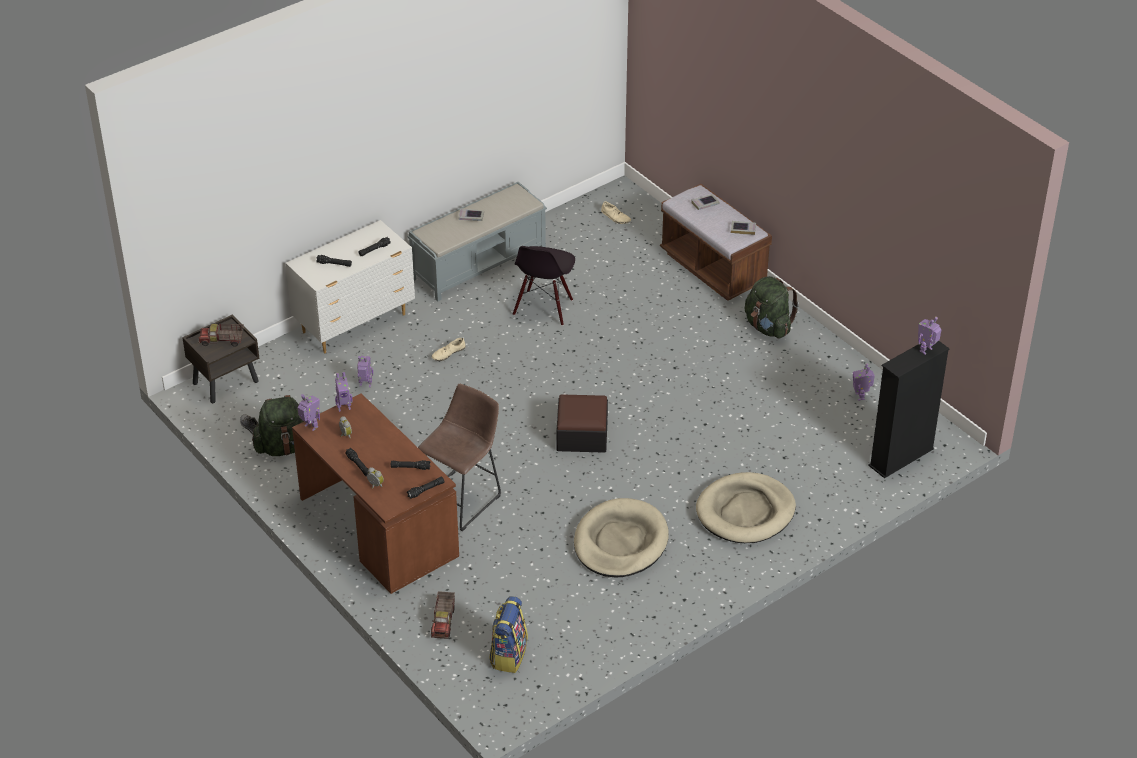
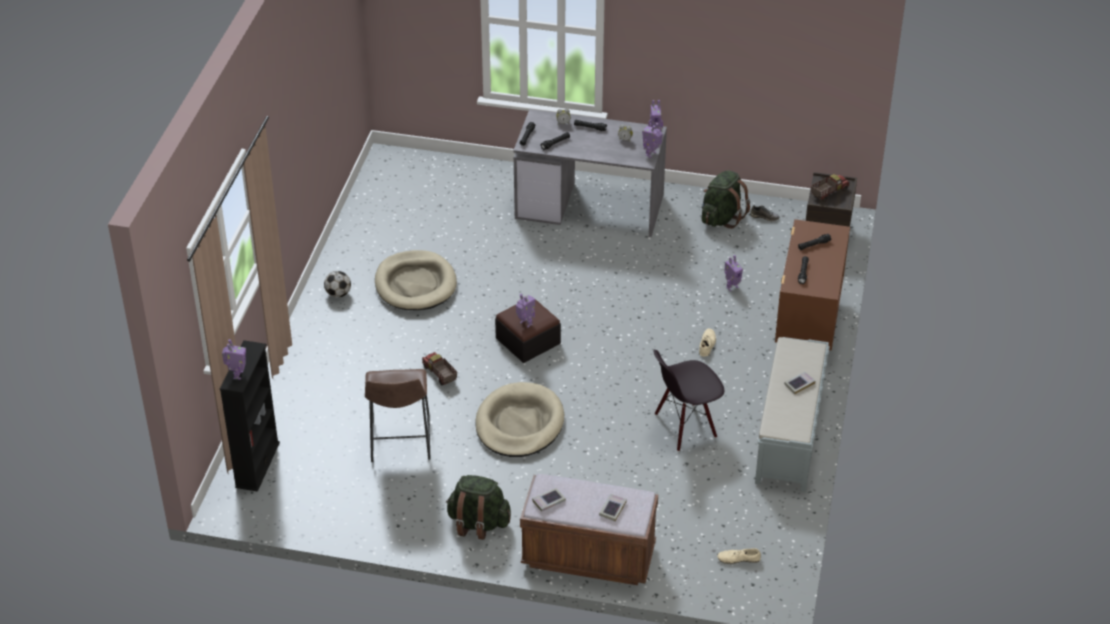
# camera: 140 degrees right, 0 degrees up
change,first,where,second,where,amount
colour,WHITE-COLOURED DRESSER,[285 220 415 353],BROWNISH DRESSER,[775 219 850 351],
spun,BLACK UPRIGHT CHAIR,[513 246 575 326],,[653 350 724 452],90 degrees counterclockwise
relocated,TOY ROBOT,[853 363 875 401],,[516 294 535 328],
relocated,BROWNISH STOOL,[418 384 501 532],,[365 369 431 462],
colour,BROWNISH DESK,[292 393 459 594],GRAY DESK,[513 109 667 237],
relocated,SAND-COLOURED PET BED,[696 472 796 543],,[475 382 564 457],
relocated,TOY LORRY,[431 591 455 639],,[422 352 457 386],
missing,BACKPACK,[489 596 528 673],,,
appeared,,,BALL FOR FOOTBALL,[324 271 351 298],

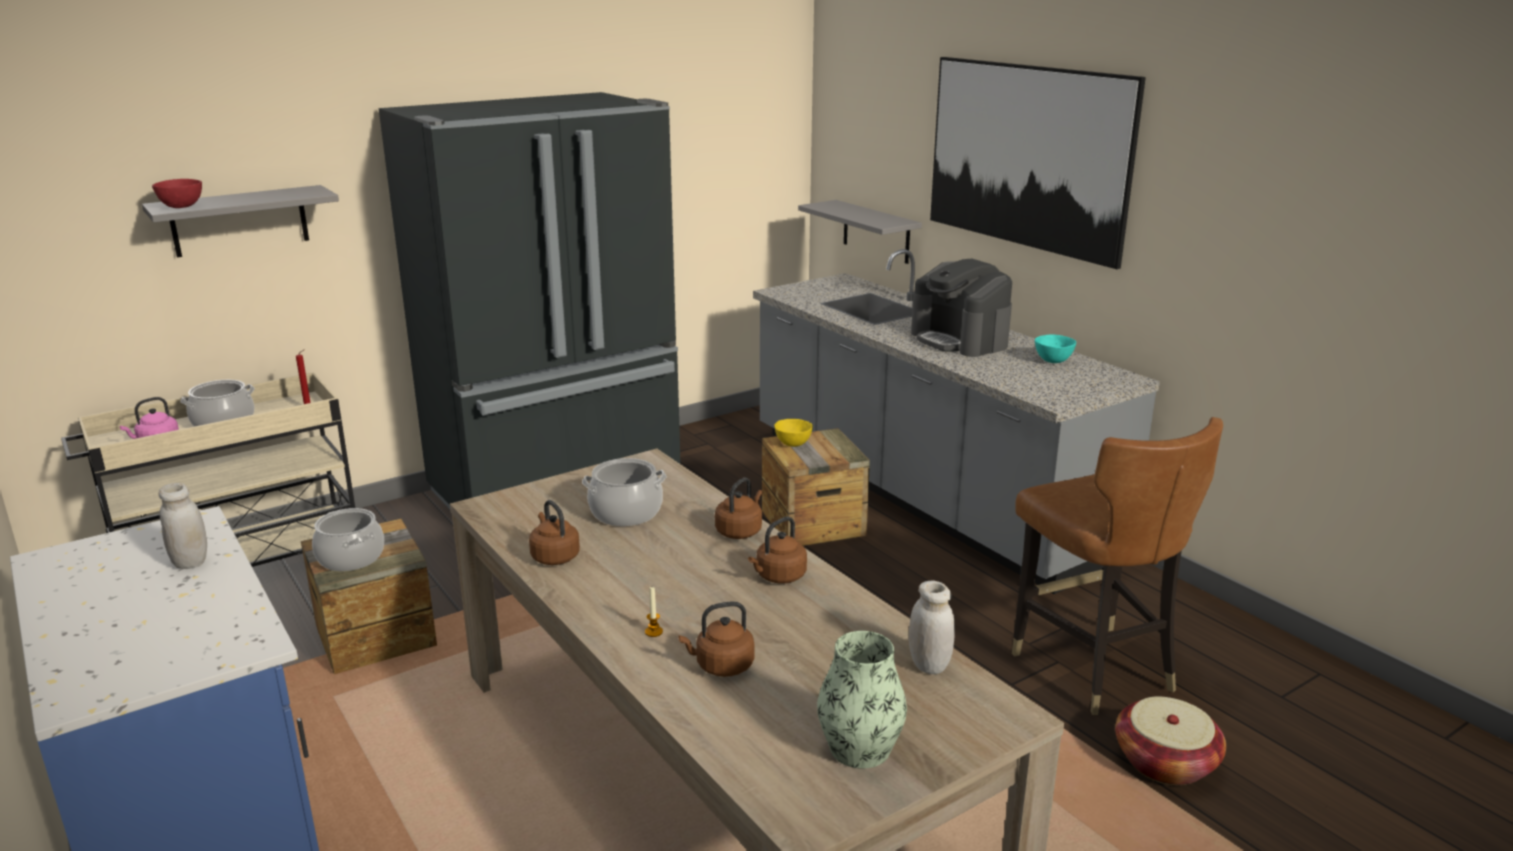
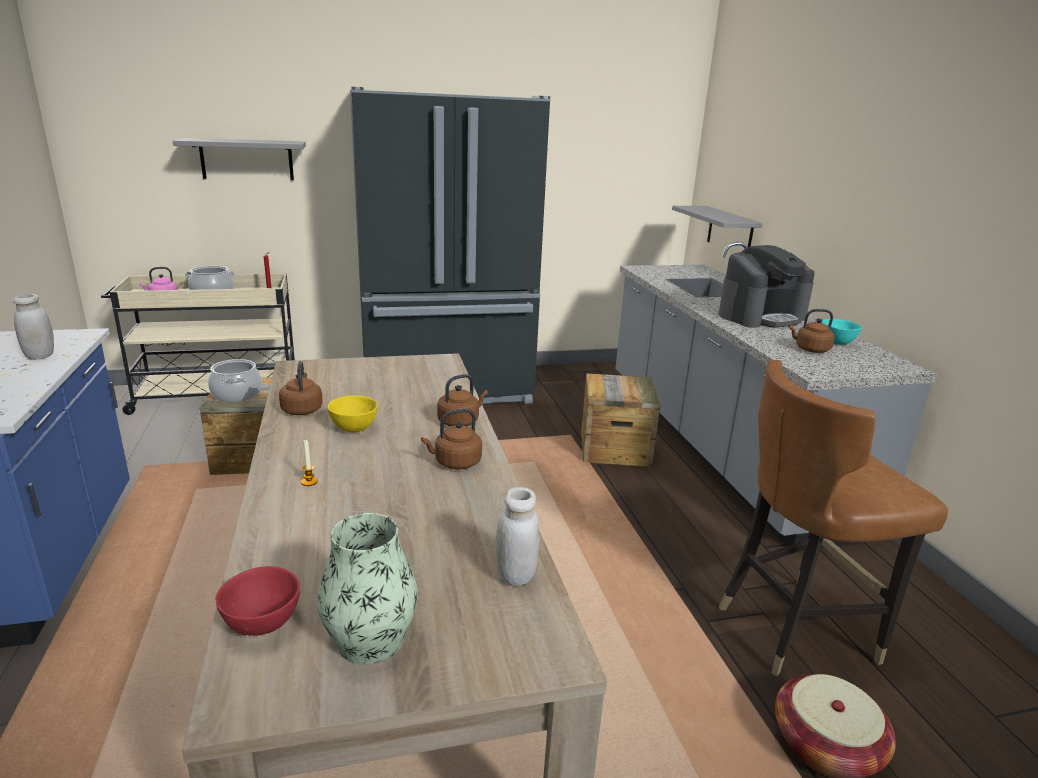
# camera: 20 degrees right, 0 degrees up
change,first,where,second,where,amount
missing,WALL ART,[930 57 1146 269],,,
relocated,RED-COLOURED BOWL,[152 179 202 208],,[215 566 300 636],
spun,COFFEE MACHINE,[911 259 1012 357],,[719 245 815 328],105 degrees counterclockwise
spun,BROWNISH UPRIGHT CHAIR,[1012 417 1223 715],,[719 360 948 677],75 degrees clockwise
relocated,YELLOWISH BOWL,[774 419 813 447],,[327 395 378 432],
missing,SAUCEPOT,[582 458 666 526],,,
relocated,BROWNISH KETTLE,[679 601 754 677],,[788 309 835 353],

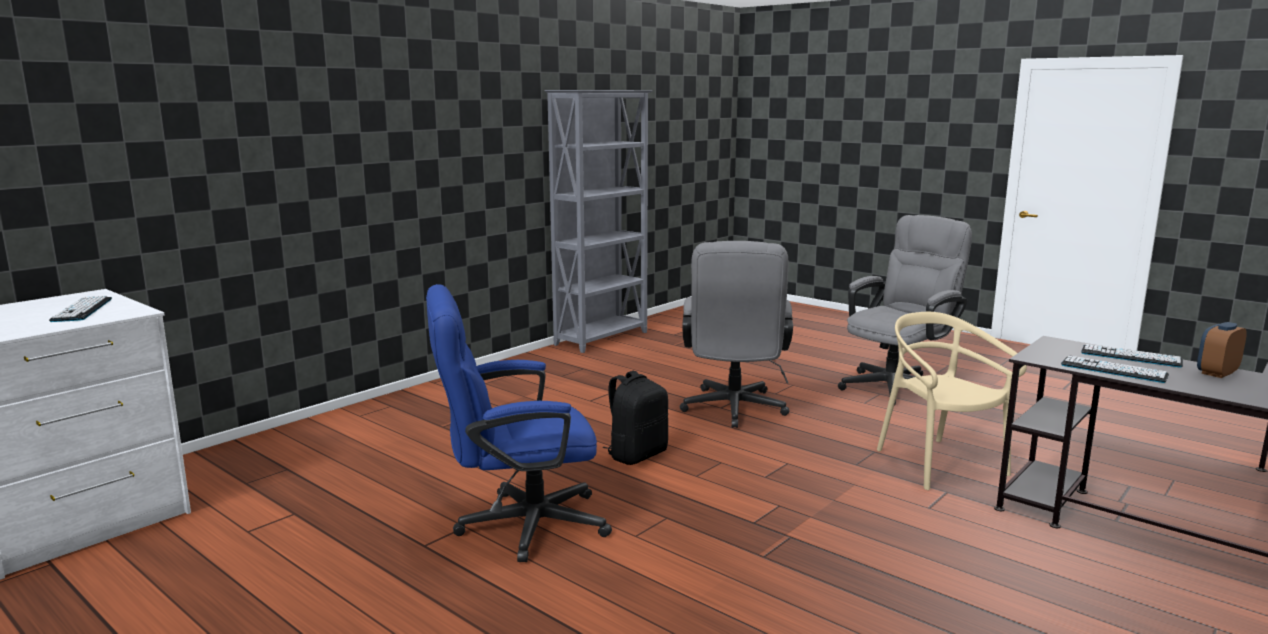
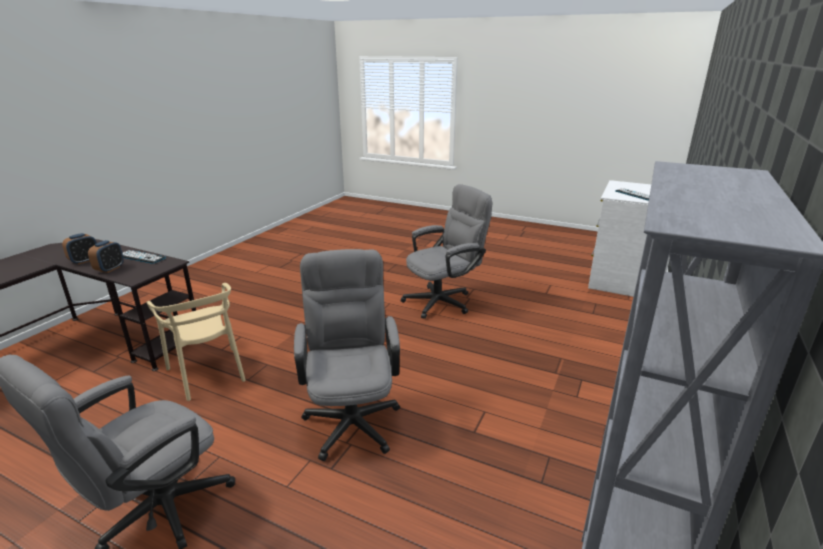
# camera: 165 degrees right, 10 degrees up
change,first,where,second,where,amount
colour,BLUISH OFFICE CHAIR,[426 284 612 562],GRAY OFFICE CHAIR,[401 184 492 319],
exchanged,COMPUTER KEYBOARD,[1081 344 1183 368],BEDSIDE CLOCK,[88 240 124 273],
missing,BLACK BACKPACK,[603 371 668 465],,,

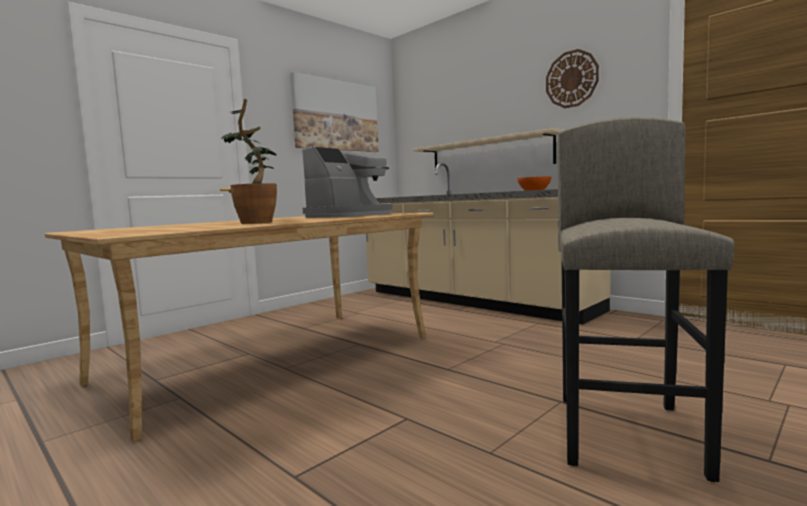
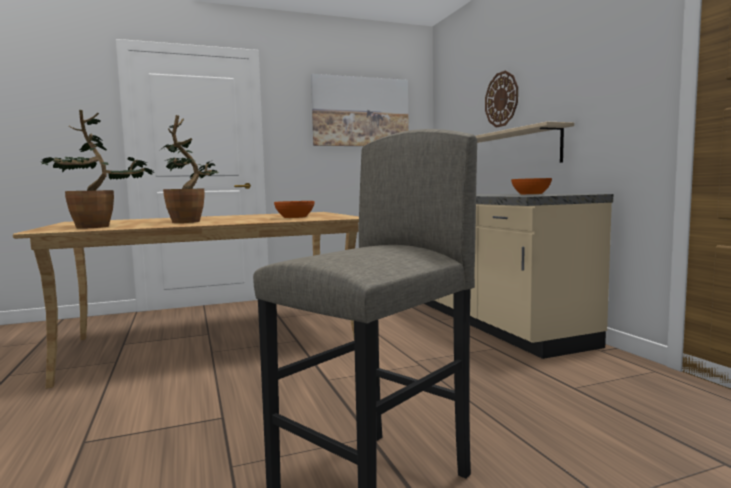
# camera: 25 degrees right, 0 degrees up
change,first,where,second,where,amount
relocated,HANGING CLOCK,[546 49 599 108],,[485 71 518 128],
exchanged,COFFEE MACHINE,[302 147 393 218],ORANGE-COLOURED BOWL,[274 201 315 218],
appeared,,,HOUSEPLANT,[41 110 154 229],

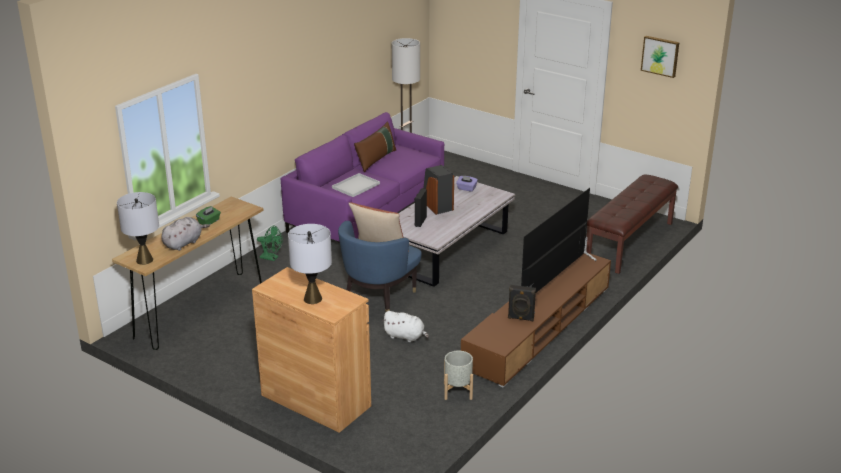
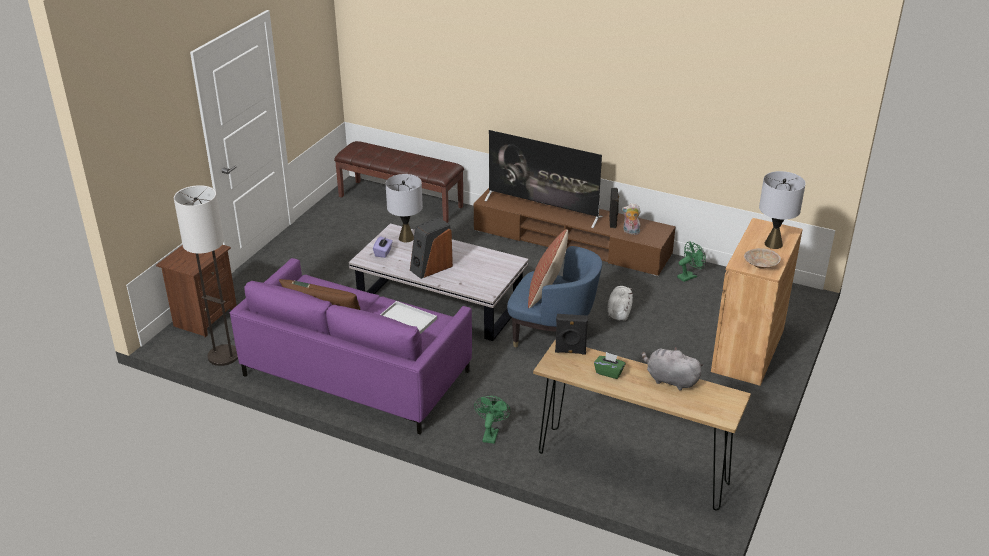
# camera: 100 degrees left, 5 degrees up
change,first,where,second,where,amount
missing,WALL ART,[641 36 679 78],,,
relocated,BLACK AUDIO SPEAKER,[414 188 427 227],,[555 314 588 355],
relocated,GRAY TABLE LAMP,[117 192 159 265],,[386 174 423 242],
exchanged,GRAY PLANTER,[444 351 473 400],GREEN-COLOURED ELECTRIC FAN,[677 242 706 282],
appeared,,,SOFT TOY,[622 203 641 236],
appeared,,,BROWNISH NIGHTSTAND,[156 245 237 337],
appeared,,,SAND-COLOURED BOWL,[744 248 781 269],

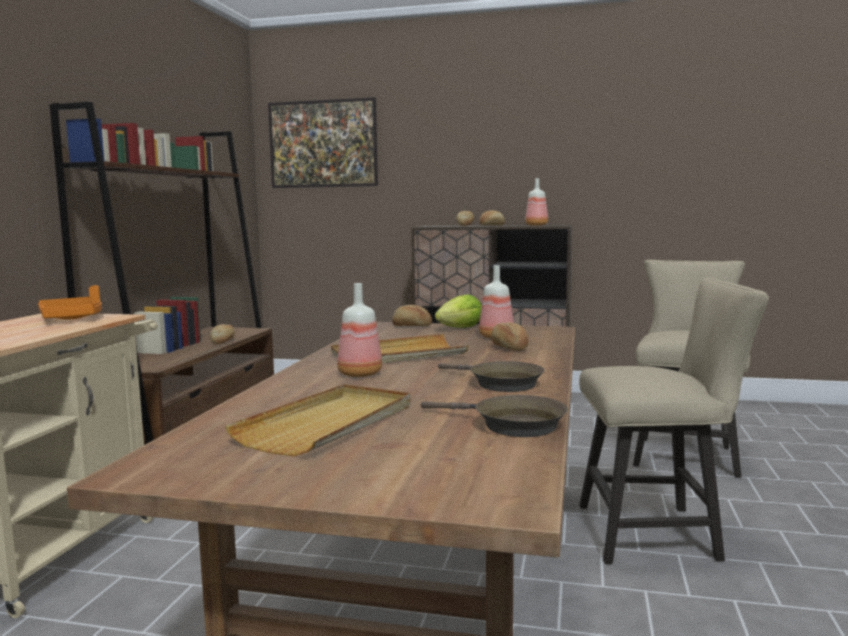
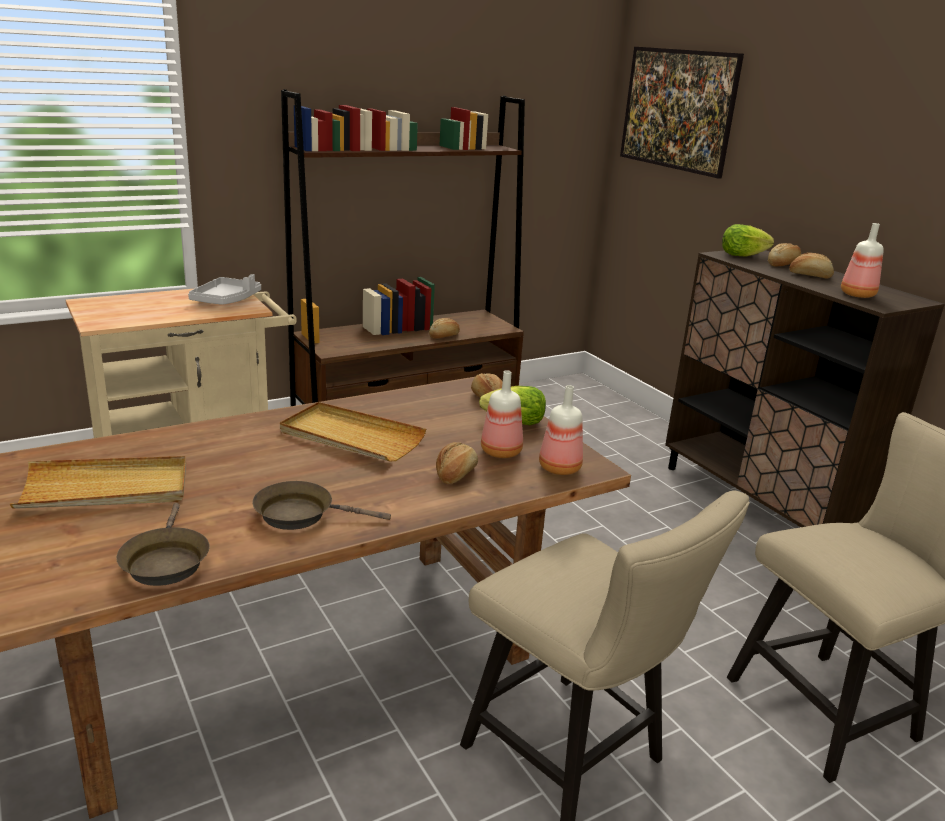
# camera: 45 degrees right, 15 degrees up
change,first,where,second,where,amount
relocated,BOTTLE,[337 283 382 377],,[539 385 583 475],
colour,ORANGE-COLOURED TRAY,[38 285 102 320],GRAY TRAY,[188 274 261 305],
spun,BROWNISH PAN,[438 361 545 392],,[252 481 391 530],90 degrees clockwise
appeared,,,LETTUCE,[722 224 774 256],

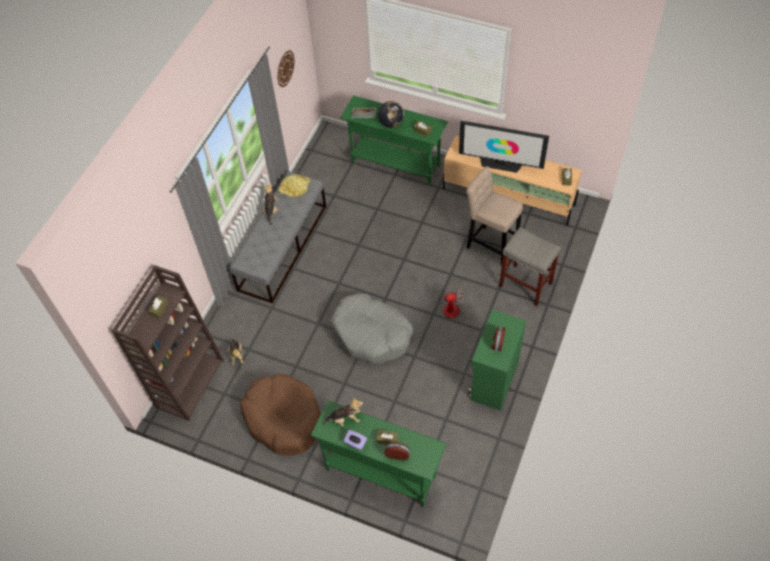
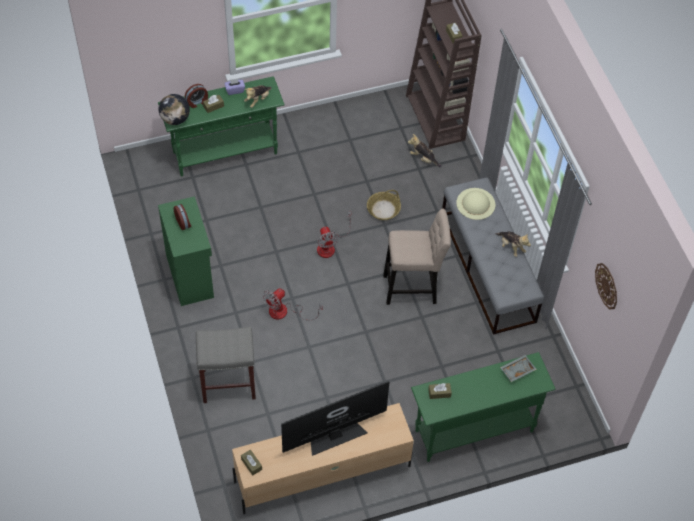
# camera: 135 degrees right, 0 degrees up
change,first,where,second,where,amount
relocated,GLOBE,[378 101 404 128],,[159 94 190 125],
relocated,SAND-COLOURED STOOL,[466 166 523 266],,[383 209 451 305],
missing,YELLOWISH TRAY,[279 174 310 197],,,
exchanged,GRAY PET BED,[331 293 413 364],ELECTRIC FAN,[317 211 352 258],
missing,BROWNISH PET BED,[240 374 321 455],,,
appeared,,,SAND-COLOURED WEARABLE HAT,[456 188 495 220],
appeared,,,HOUSEHOLD BASKET,[367 190 401 220],

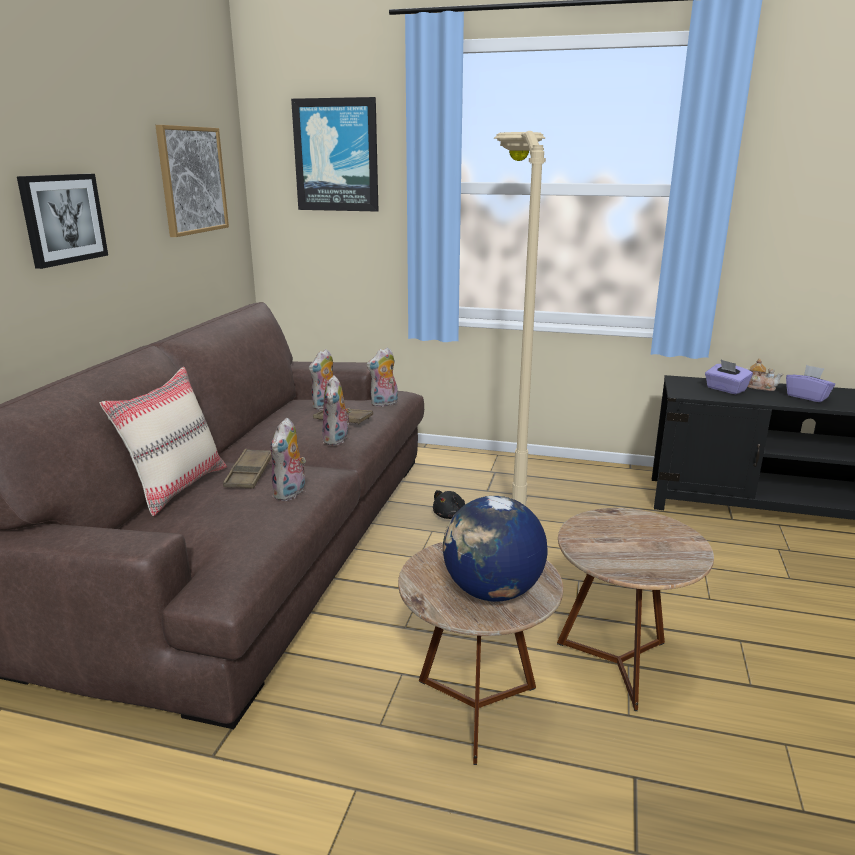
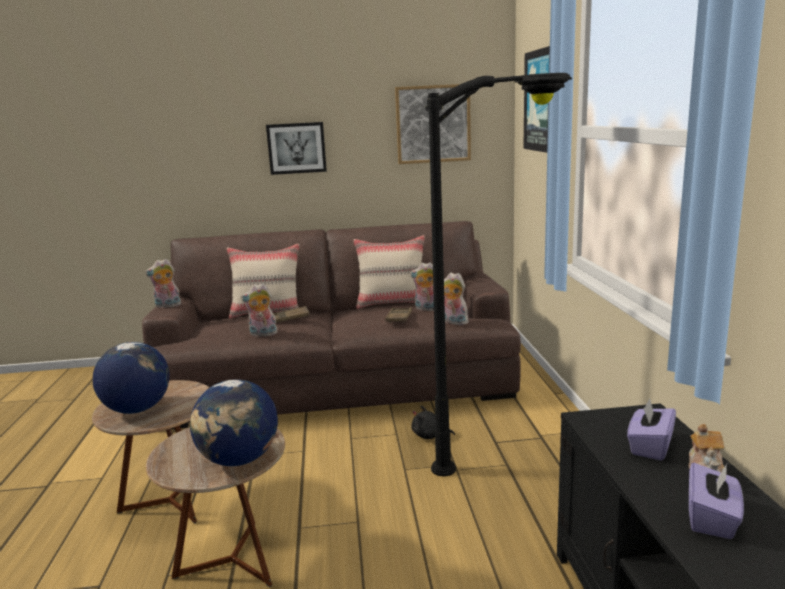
# camera: 70 degrees right, 5 degrees down
change,first,where,second,where,amount
colour,SAND-COLOURED FLOOR LAMP,[494 131 546 506],BLACK FLOOR LAMP,[425 73 572 476],
relocated,SOFT TOY,[322 375 351 446],,[145 259 181 308],
appeared,,,SAND-COLOURED PILLOW,[353 235 425 309],
appeared,,,GLOBE,[190 379 278 466],

